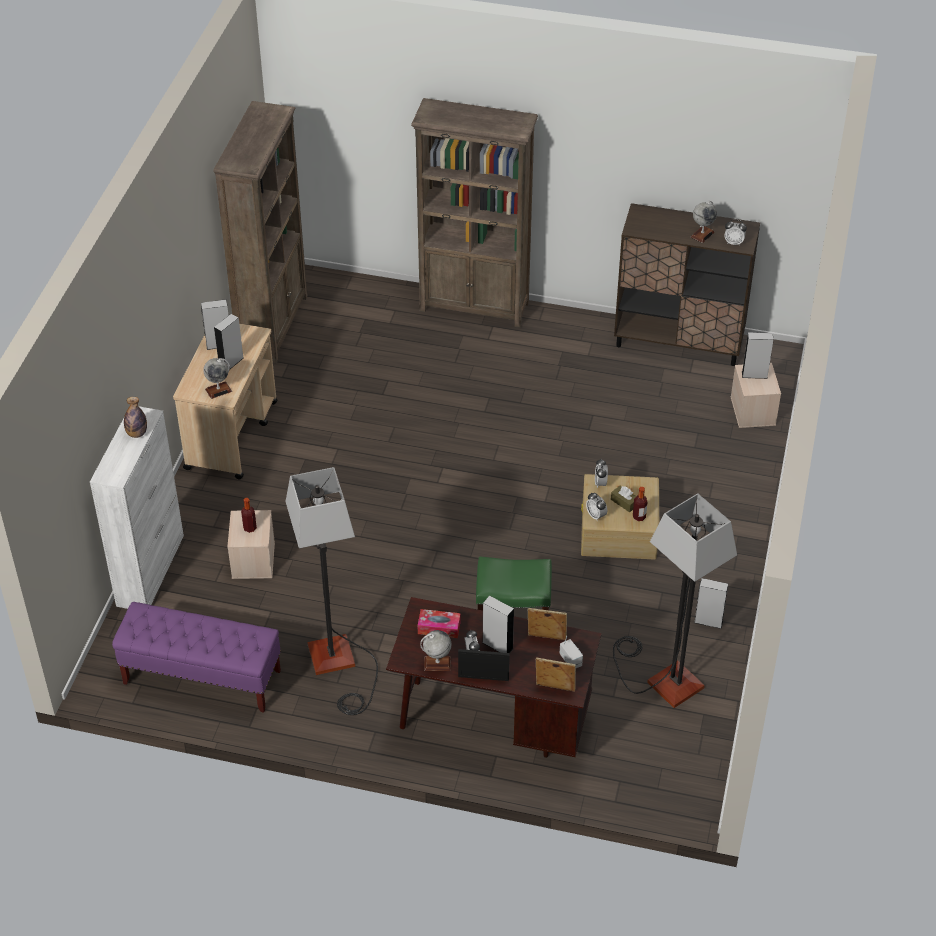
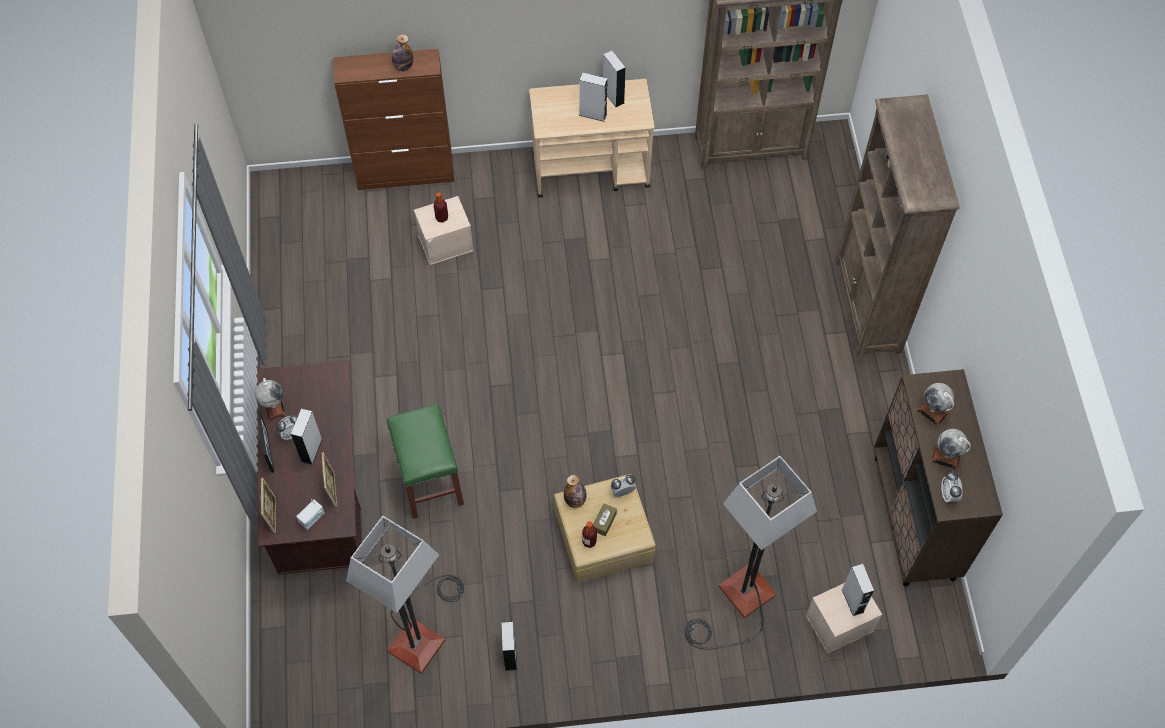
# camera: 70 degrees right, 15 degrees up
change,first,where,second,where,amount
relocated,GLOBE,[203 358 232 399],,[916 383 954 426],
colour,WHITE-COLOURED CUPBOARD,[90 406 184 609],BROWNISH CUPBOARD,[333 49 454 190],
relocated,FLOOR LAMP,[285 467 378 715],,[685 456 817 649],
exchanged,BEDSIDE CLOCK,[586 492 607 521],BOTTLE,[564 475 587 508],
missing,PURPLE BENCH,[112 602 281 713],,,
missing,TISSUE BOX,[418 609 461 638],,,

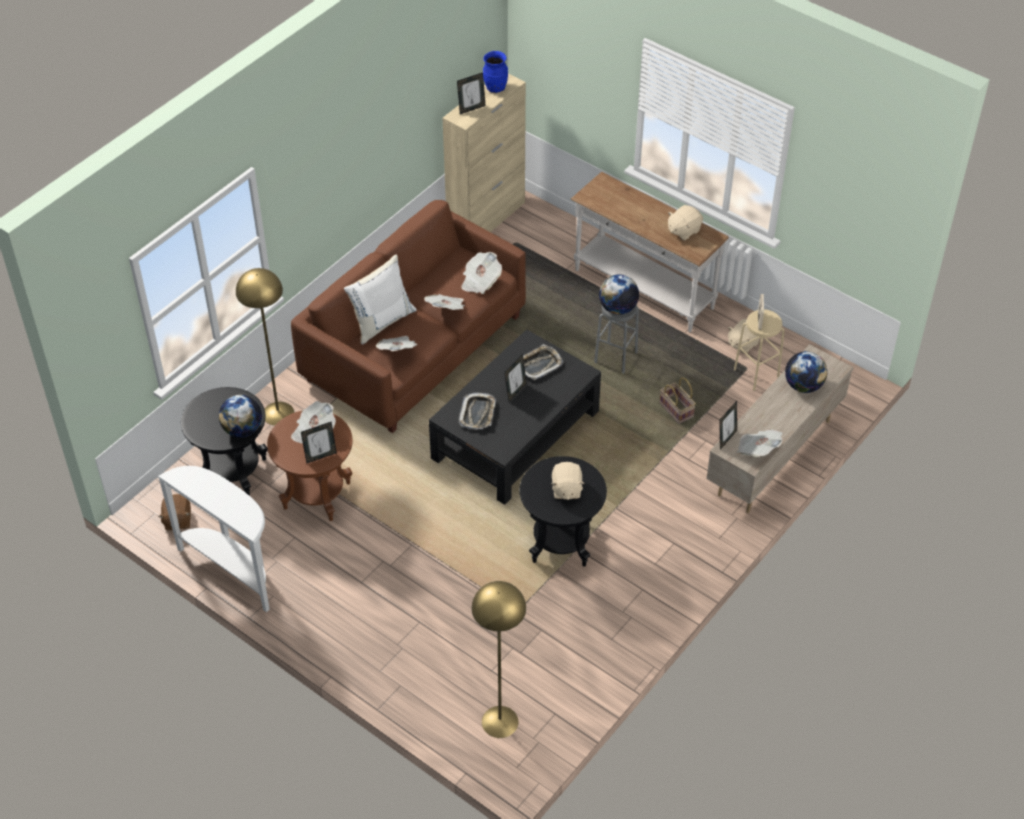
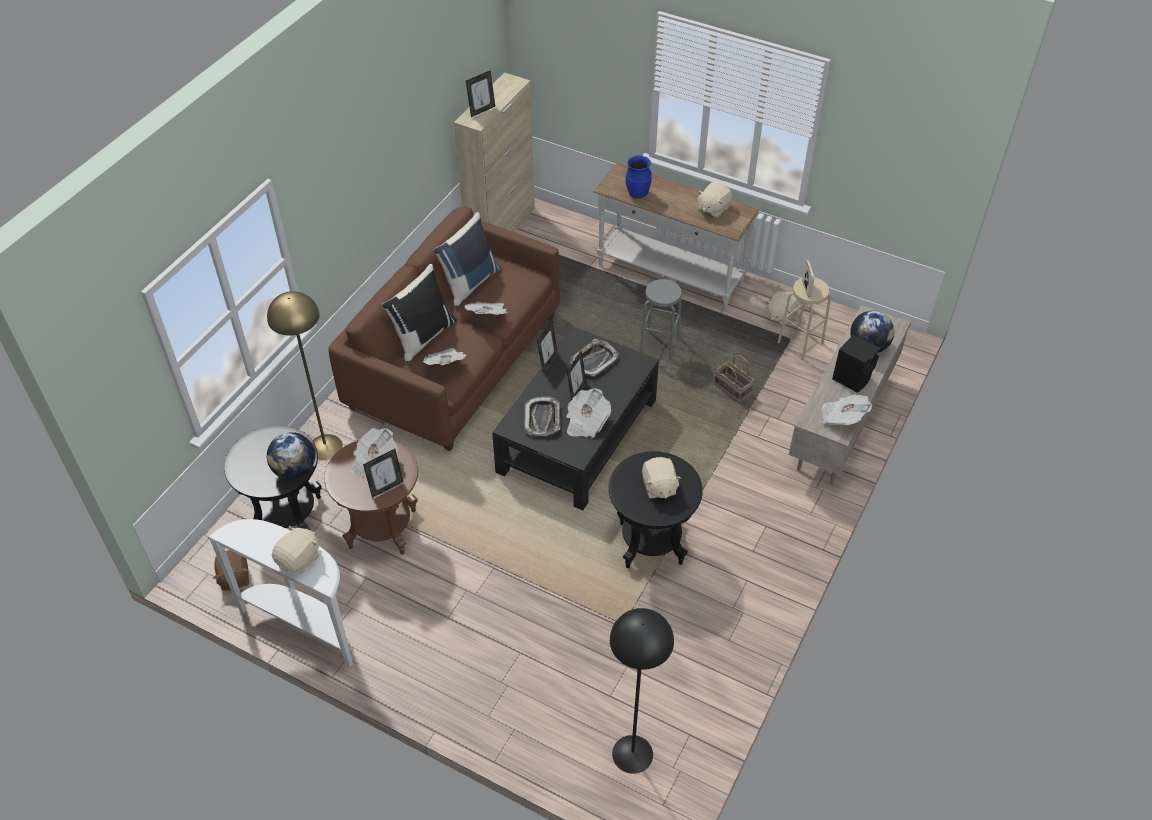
# camera: 10 degrees left, 0 degrees up
change,first,where,second,where,amount
relocated,BLUISH VASE,[483 51 508 93],,[626 155 652 199],
relocated,DAILY PAPER,[461 252 502 294],,[566 388 611 438],
colour,WHITE-COLOURED PILLOW,[344 255 417 344],BLACK PILLOW,[382 264 457 363],
missing,GLOBE,[599 274 639 315],,,
relocated,PICTURE FRAME,[719 401 737 450],,[537 322 557 372],
colour,YELLOWISH FLOOR LAMP,[472 581 526 738],BLACK FLOOR LAMP,[610 608 674 774],
appeared,,,BLUISH PILLOW,[433 212 502 307],
appeared,,,BLACK AUDIO SPEAKER,[832 335 879 393],
appeared,,,SAND-COLOURED SOFT TOY,[272 525 320 575],

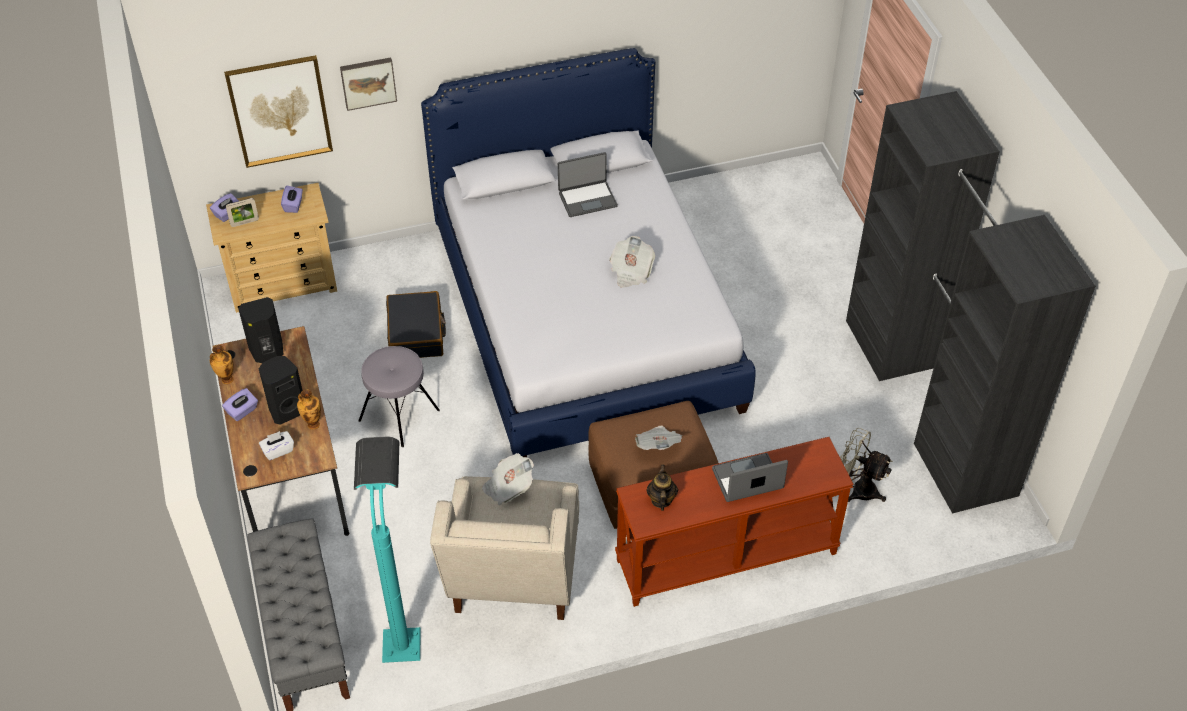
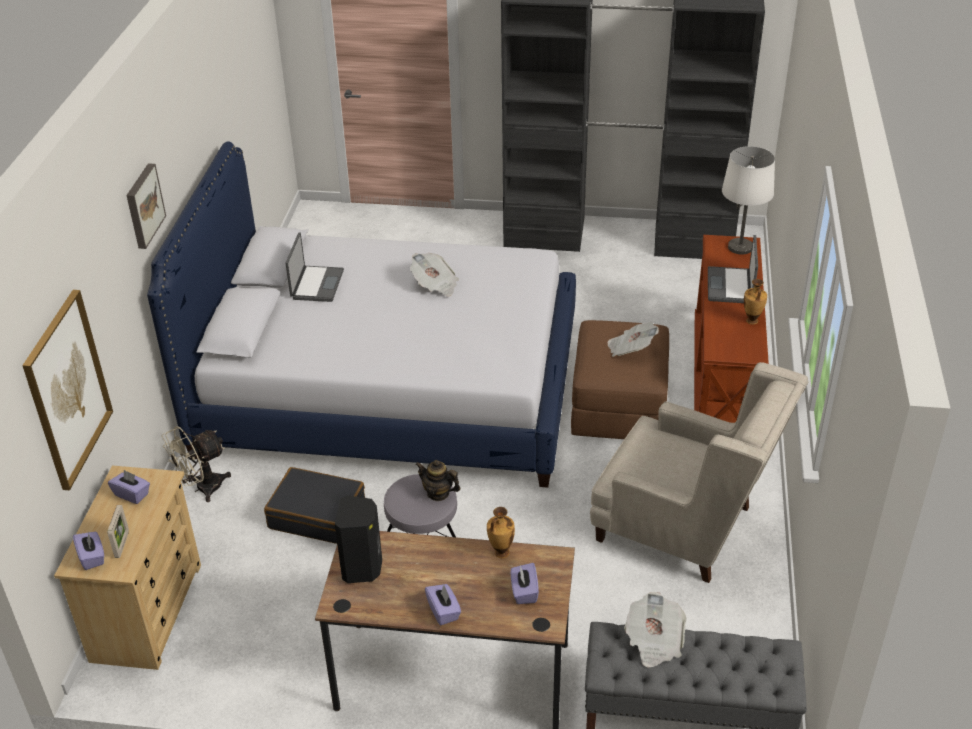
# camera: 65 degrees left, 10 degrees down
change,first,where,second,where,amount
relocated,WALL ART,[340 57 397 111],,[126 163 166 249],
relocated,VASE,[210 345 234 384],,[744 279 767 324],
missing,BLACK AUDIO SPEAKER,[259 356 303 425],,,
relocated,SAND-COLOURED ELECTRIC FAN,[840 428 893 502],,[162 426 231 502],
colour,WHITE-COLOURED TISSUE BOX,[259 431 294 460],PURPLE TISSUE BOX,[511 563 539 604],
missing,TURQUOISE FLOOR LAMP,[354 437 421 663],,,
relocated,DAILY PAPER,[482 453 534 505],,[624 592 686 668],
relocated,TEA POT,[646 464 678 511],,[415 460 461 501],
appeared,,,WHITE-COLOURED TABLE LAMP,[722 146 775 255],

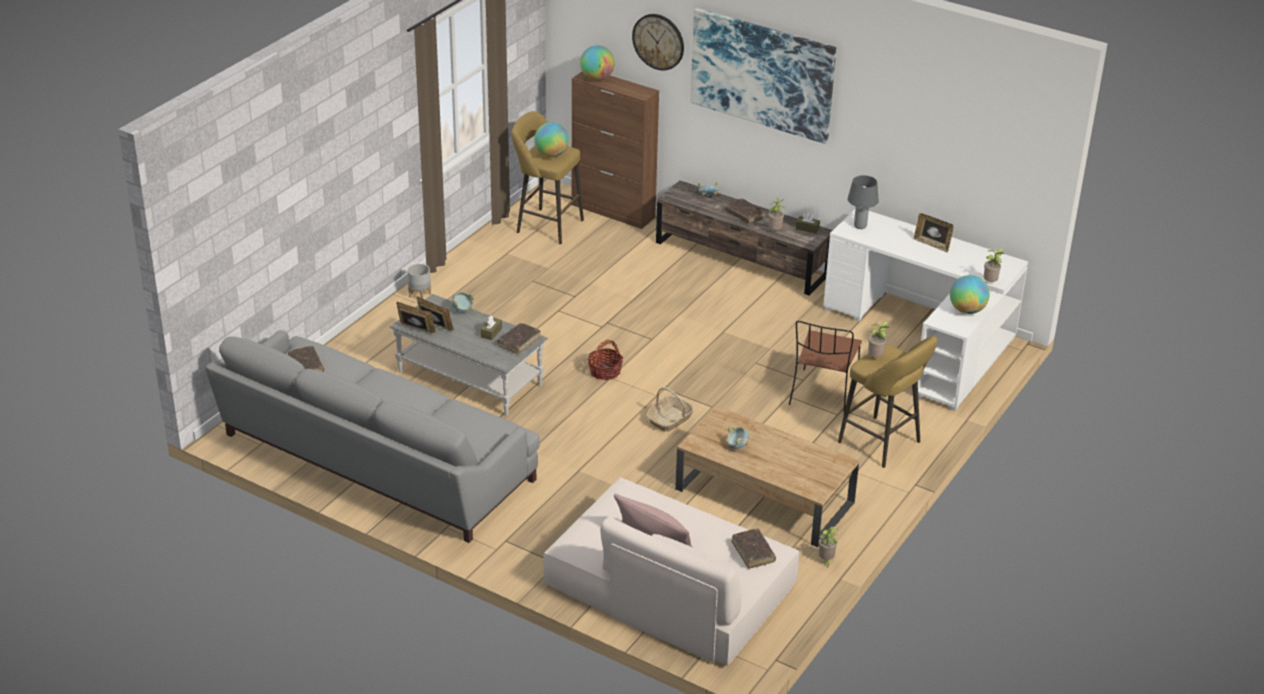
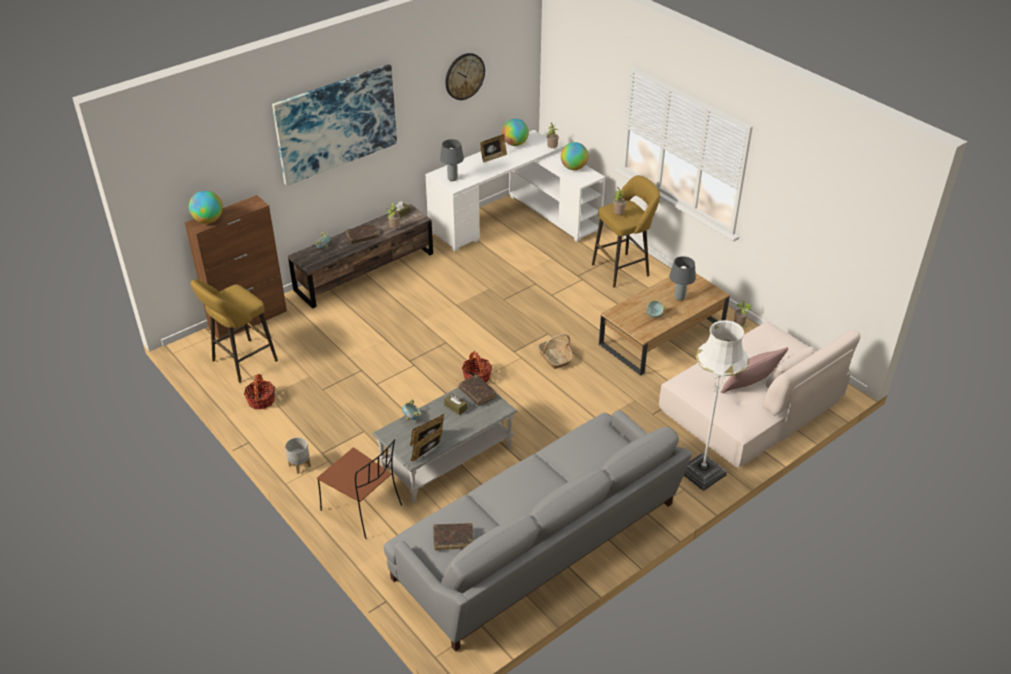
# camera: 70 degrees left, 5 degrees up
change,first,where,second,where,amount
relocated,HANGING CLOCK,[632 14 684 71],,[445 53 485 100],
relocated,GLOBE,[534 122 569 157],,[502 118 529 146],
relocated,BROWNISH UPRIGHT CHAIR,[789 321 862 412],,[317 439 402 539],
missing,BROWNISH BOOK,[732 529 776 569],,,
appeared,,,GRAY TABLE LAMP,[669 256 696 301],
appeared,,,WHITE-COLOURED FLOOR LAMP,[684 320 749 491],
appeared,,,HOUSEHOLD BASKET,[244 374 275 409],

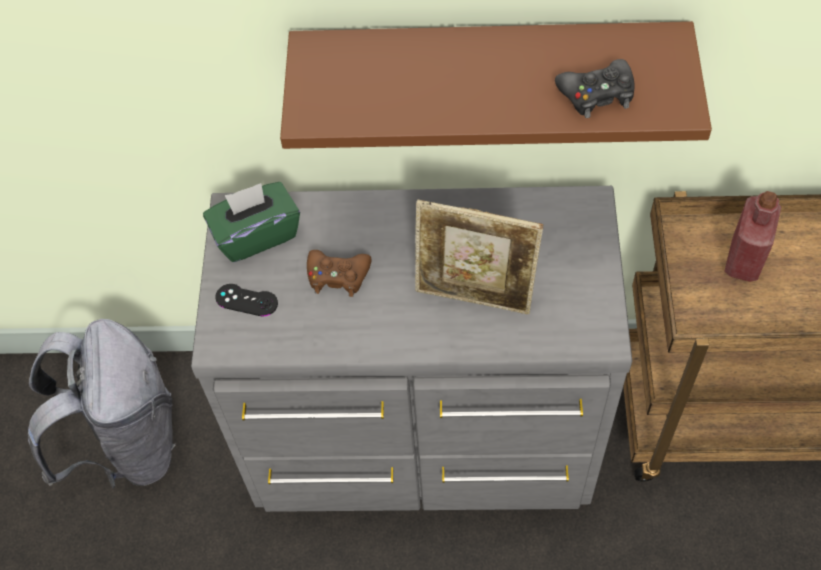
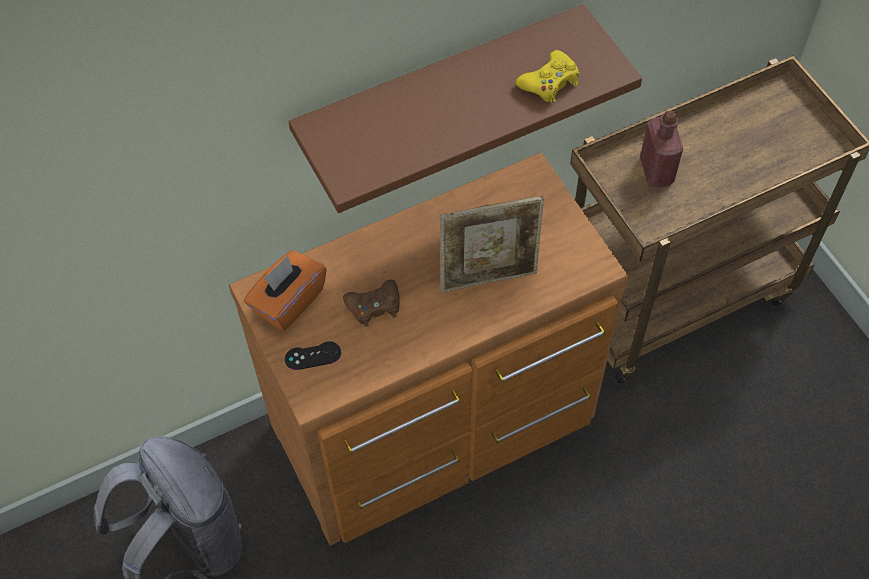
# camera: 30 degrees left, 0 degrees up
change,first,where,second,where,amount
colour,BLACK JOYPAD,[555 59 635 118],YELLOWISH JOYPAD,[516 50 580 103],
colour,GREEN-COLOURED TISSUE BOX,[203 182 300 262],ORANGE-COLOURED TISSUE BOX,[244 250 327 331],
colour,GRAY DRESSER,[191 186 632 512],BROWNISH DRESSER,[229 152 629 546],

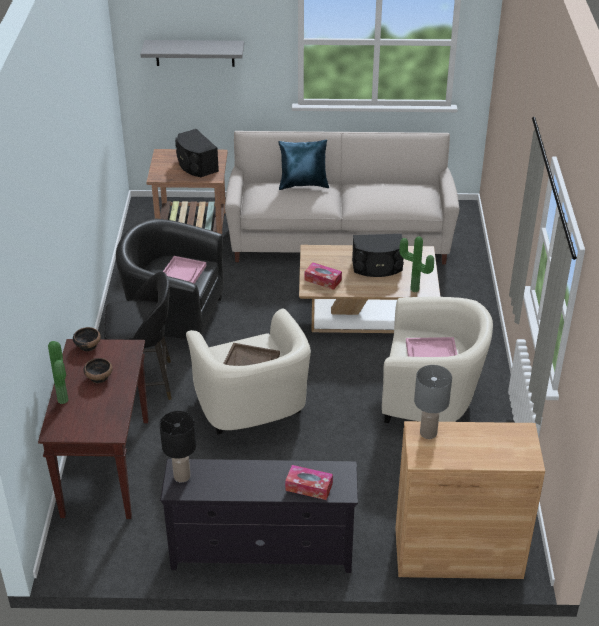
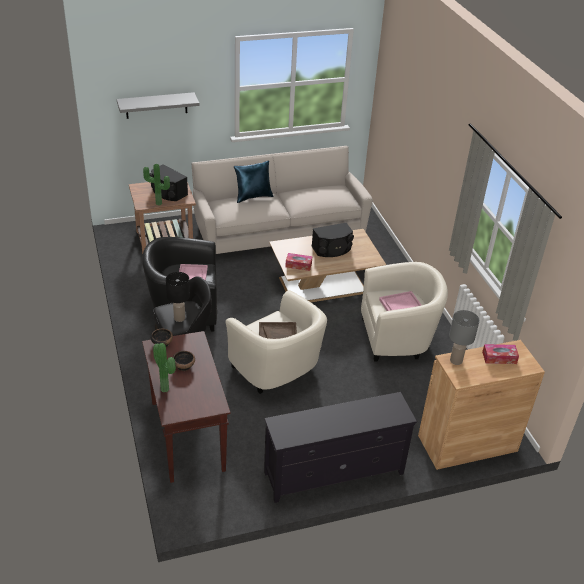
# camera: 20 degrees left, 0 degrees up
change,first,where,second,where,amount
relocated,HOUSEPLANT,[399 236 434 292],,[143 164 170 206],
relocated,BLACK TABLE LAMP,[159 411 196 482],,[166 272 190 322],
relocated,TISSUE BOX,[285 465 333 500],,[482 344 519 364],

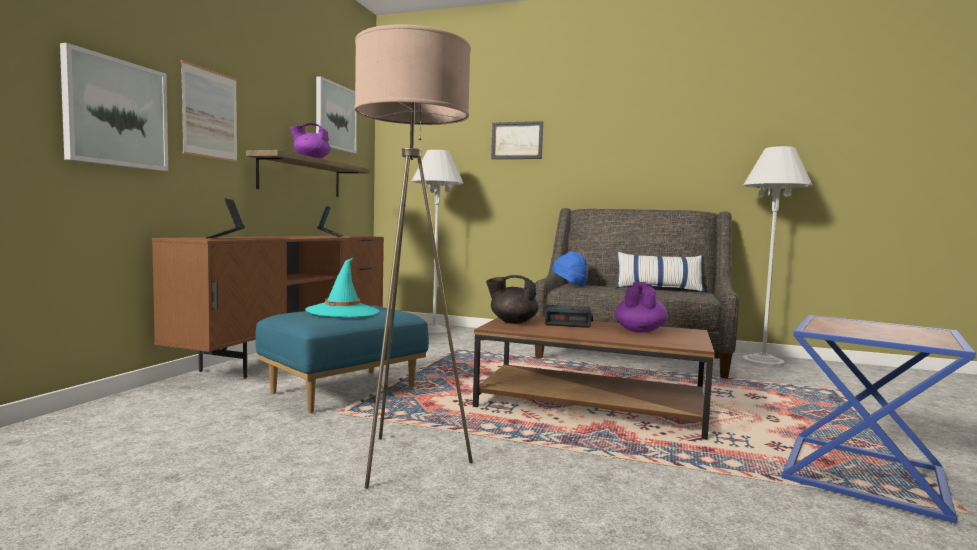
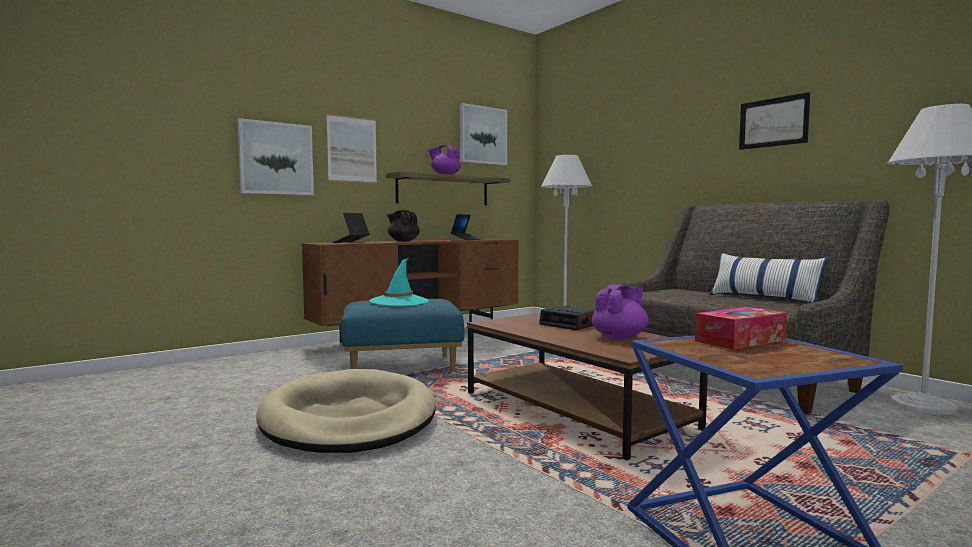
# camera: 35 degrees right, 0 degrees up
change,first,where,second,where,amount
exchanged,SAND-COLOURED FLOOR LAMP,[354 24 473 489],SAND-COLOURED PET BED,[257 369 436 453],
relocated,WALL ART,[491 121 543 159],,[739 92 810 150],
missing,BLUISH WEARABLE HAT,[552 251 588 287],,,
relocated,BLACK TEA POT,[486 275 539 324],,[387 210 420 242],
appeared,,,TISSUE BOX,[695 307 787 350],

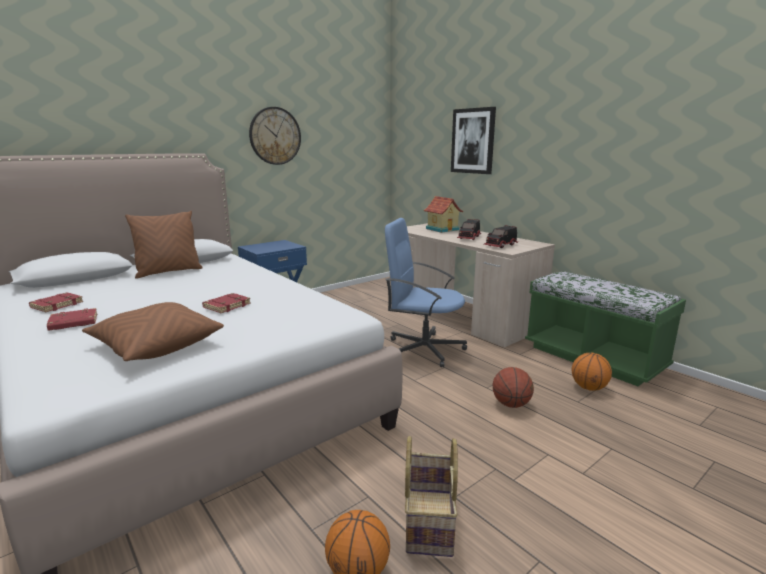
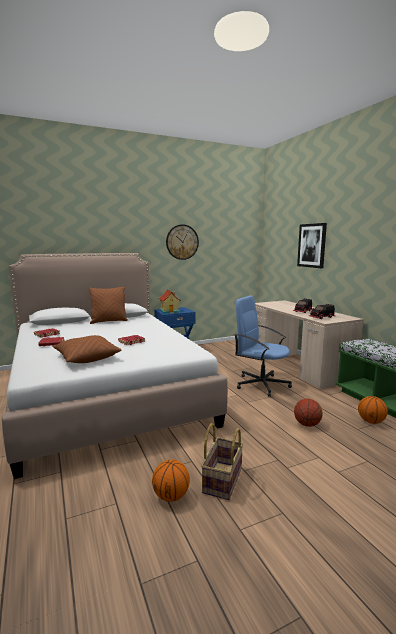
# camera: 15 degrees right, 5 degrees down
change,first,where,second,where,amount
relocated,MINIATURE HOUSE,[424 196 463 233],,[158 290 181 314],

